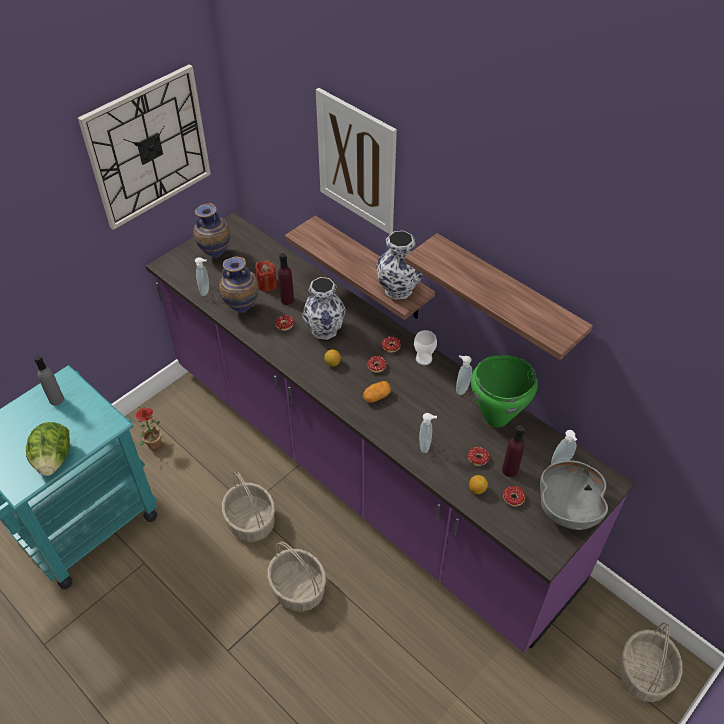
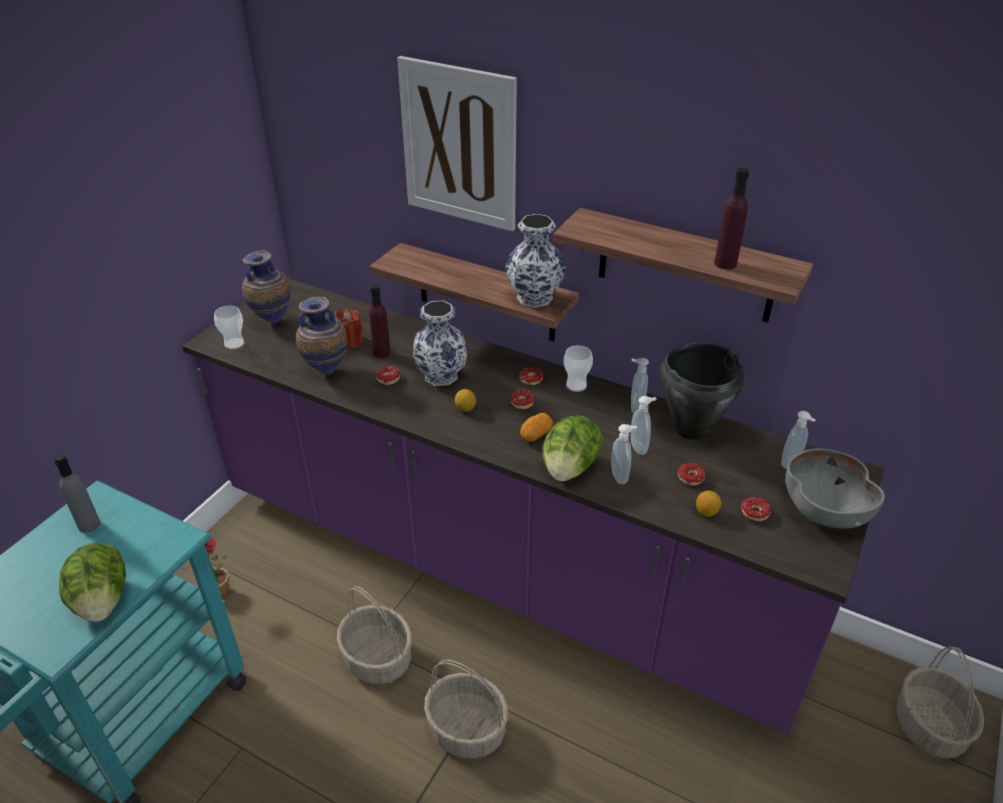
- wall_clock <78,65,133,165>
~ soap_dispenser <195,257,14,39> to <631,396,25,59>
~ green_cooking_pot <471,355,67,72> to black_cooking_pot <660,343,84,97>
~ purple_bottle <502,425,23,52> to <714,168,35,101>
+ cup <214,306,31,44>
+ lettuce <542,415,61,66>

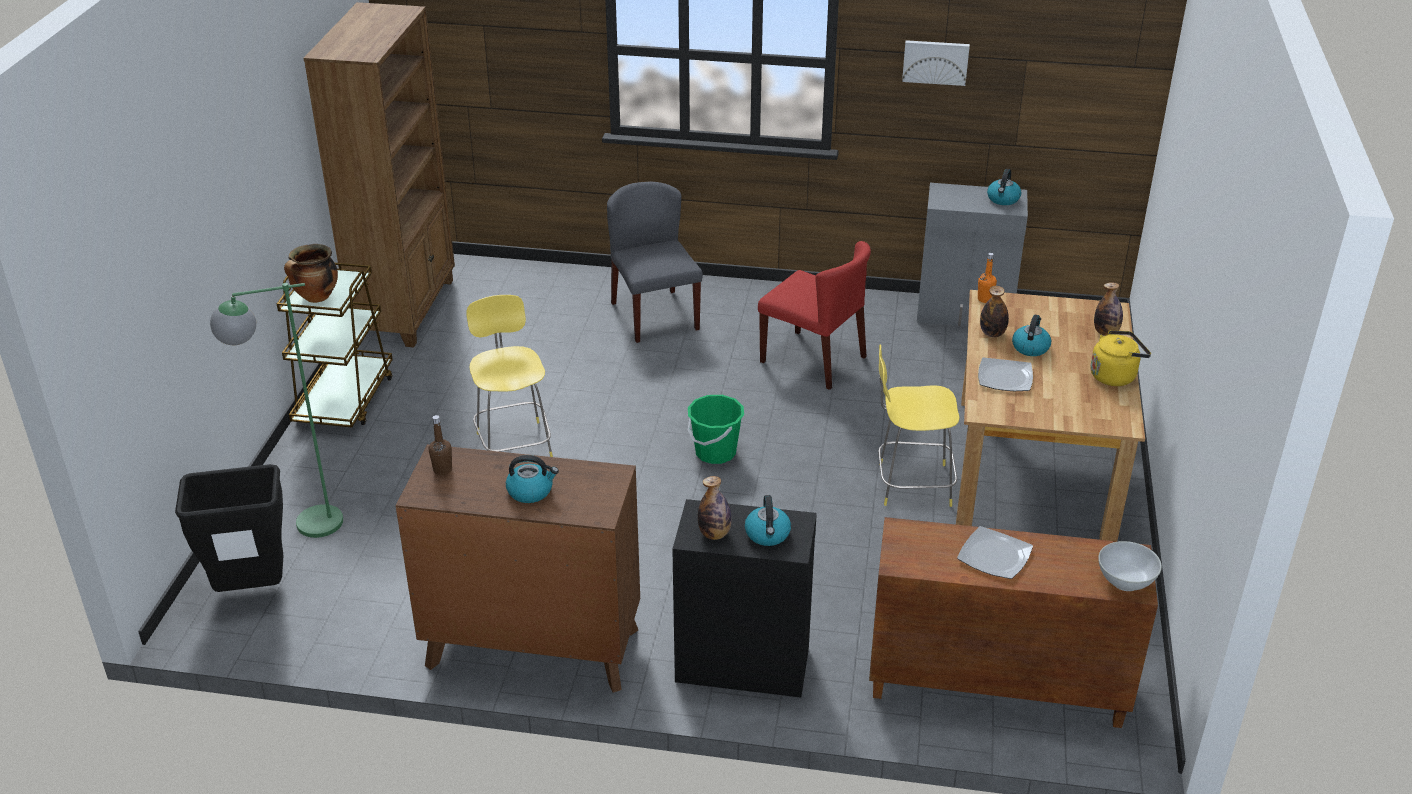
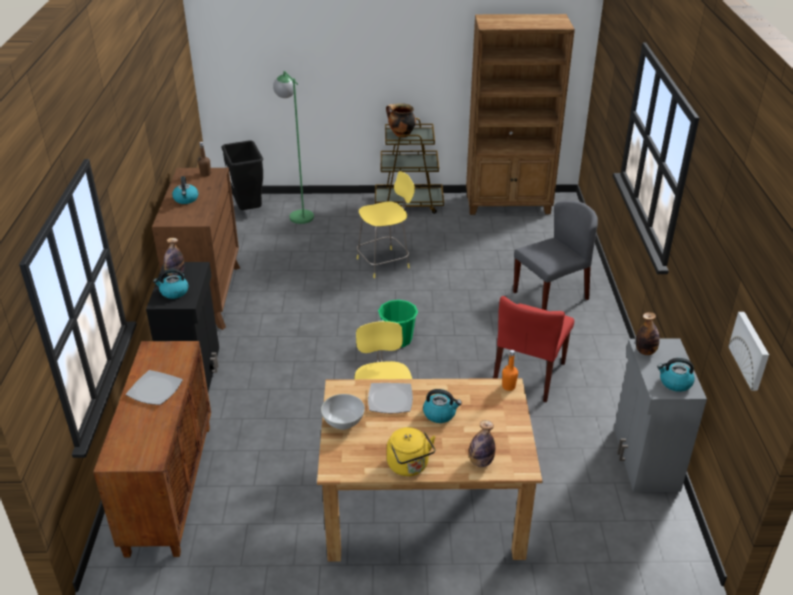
~ picture <902,40,68,46> to <728,312,41,79>
~ bottle <980,286,29,51> to <636,312,23,43>
~ white_bowl <1098,541,64,50> to <321,394,44,36>

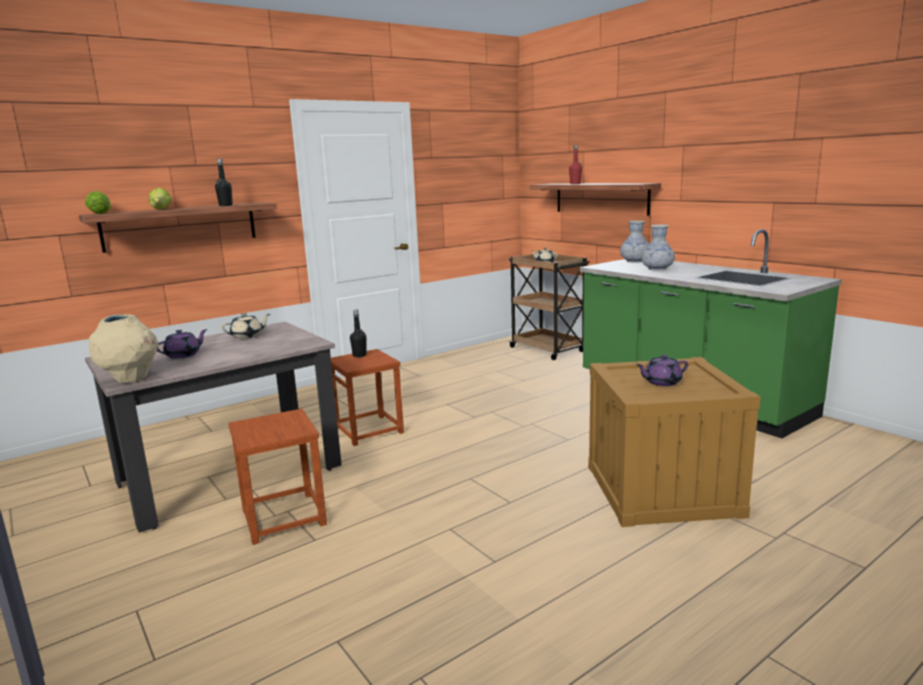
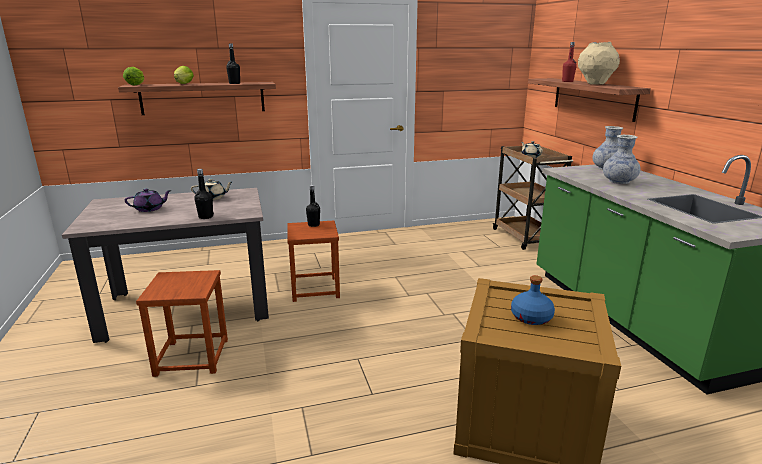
~ beige_vase <89,314,70,69> to <578,42,42,43>
~ purple_teapot <636,355,52,31> to blue_bottle <511,275,44,50>
+ black_bottle <194,169,20,50>

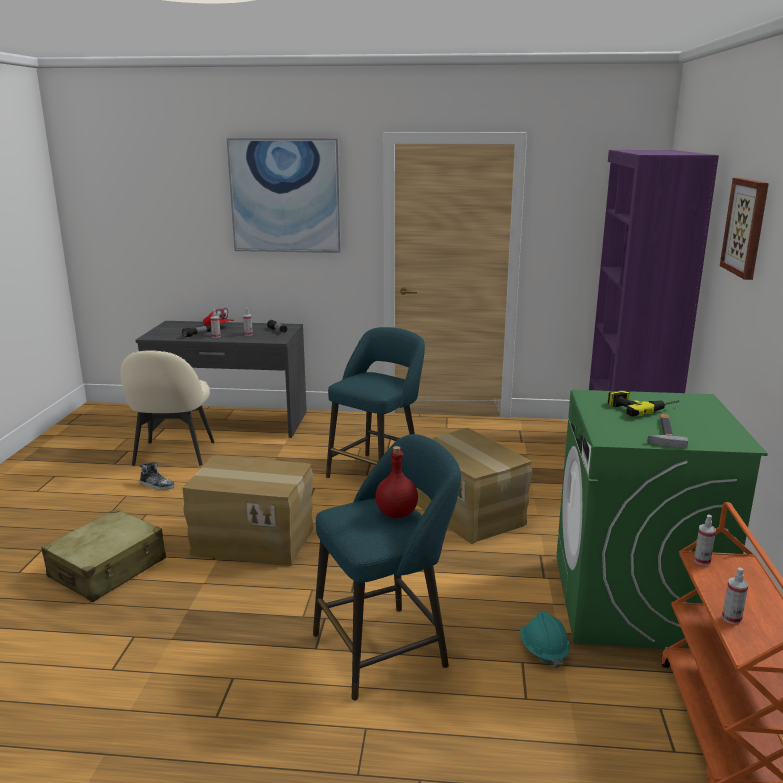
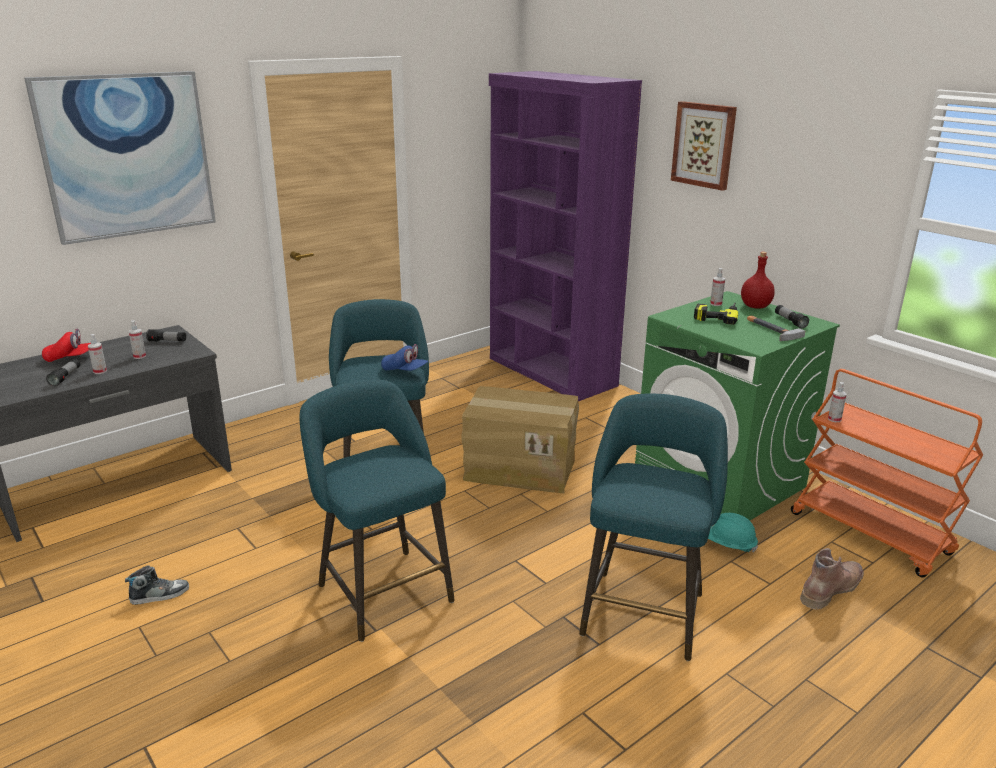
- beige_chair <121,350,94,116>
~ red_bottle <375,446,43,72> to <741,252,34,57>
~ cardboard_box <182,456,131,110> to turquoise_stool <299,380,156,262>
- beige_suitcase <41,509,125,93>
~ spray_bottle <722,567,26,57> to <710,268,15,38>
+ flashlight <775,305,34,24>
+ blue_cap <381,344,47,27>
+ brown_boot <800,548,64,62>

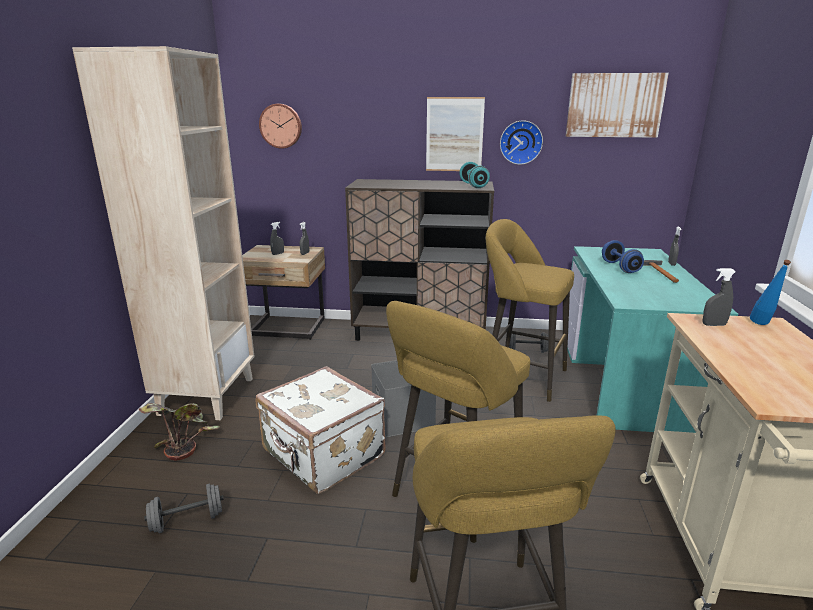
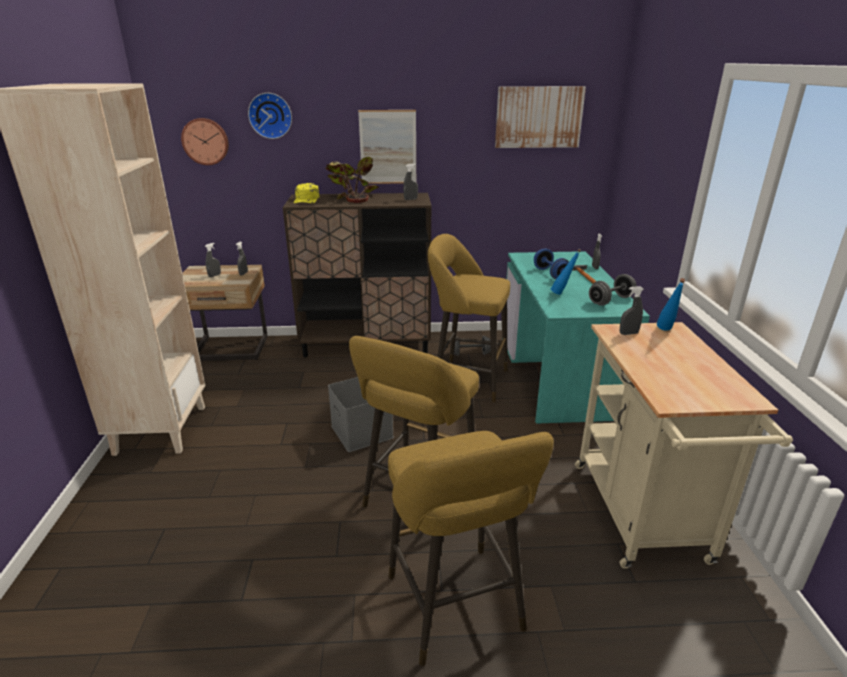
~ wall_clock <500,120,43,45> to <248,93,44,46>
~ turquoise_dumbbell <459,162,31,26> to grey_spray_bottle <403,164,15,36>
- white_suitcase <255,366,131,128>
~ potted_plant <139,403,81,58> to <325,156,54,47>
~ grey_dumbbell <144,483,80,50> to <589,274,48,32>
+ yellow_cap <294,183,25,20>
+ blue_bottle <551,249,30,46>

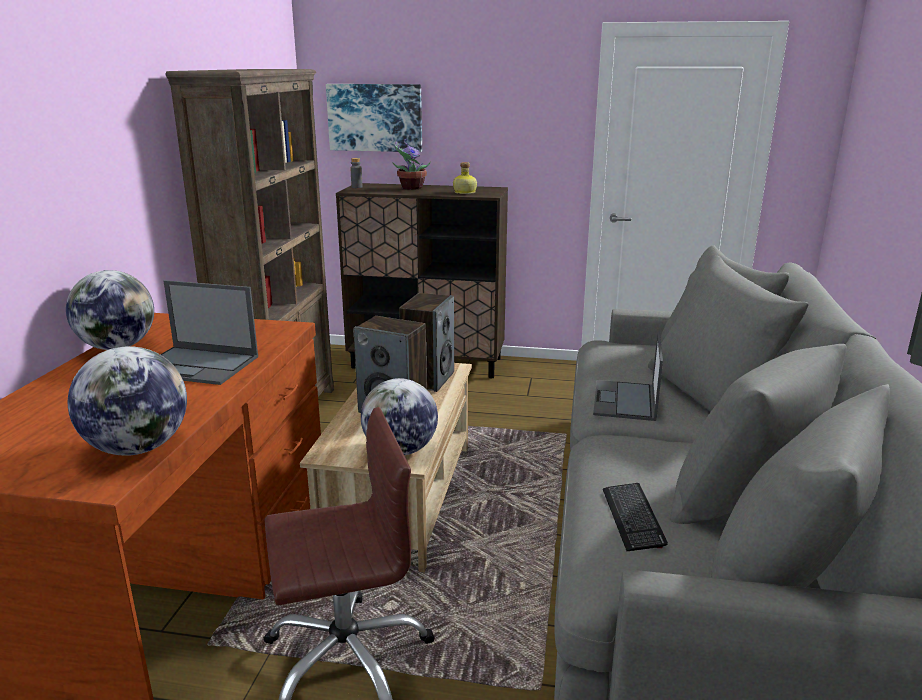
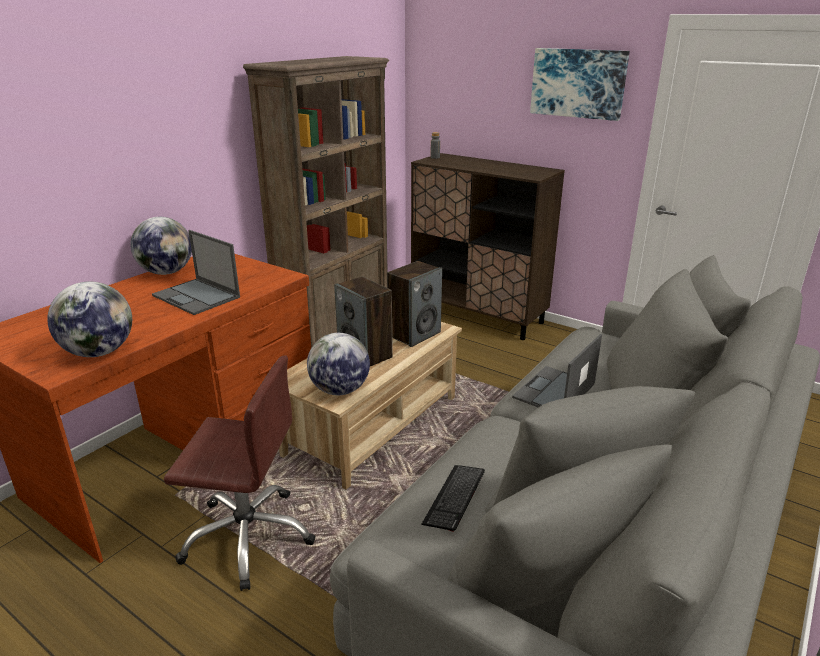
~ picture <326,84,96,68> to <530,48,100,73>
- potted_plant <392,139,39,51>
- bottle <453,162,24,32>

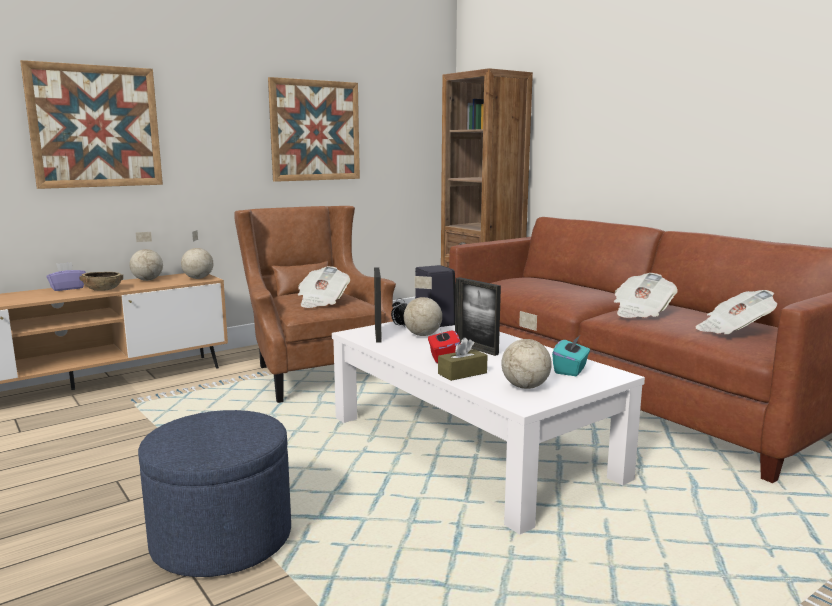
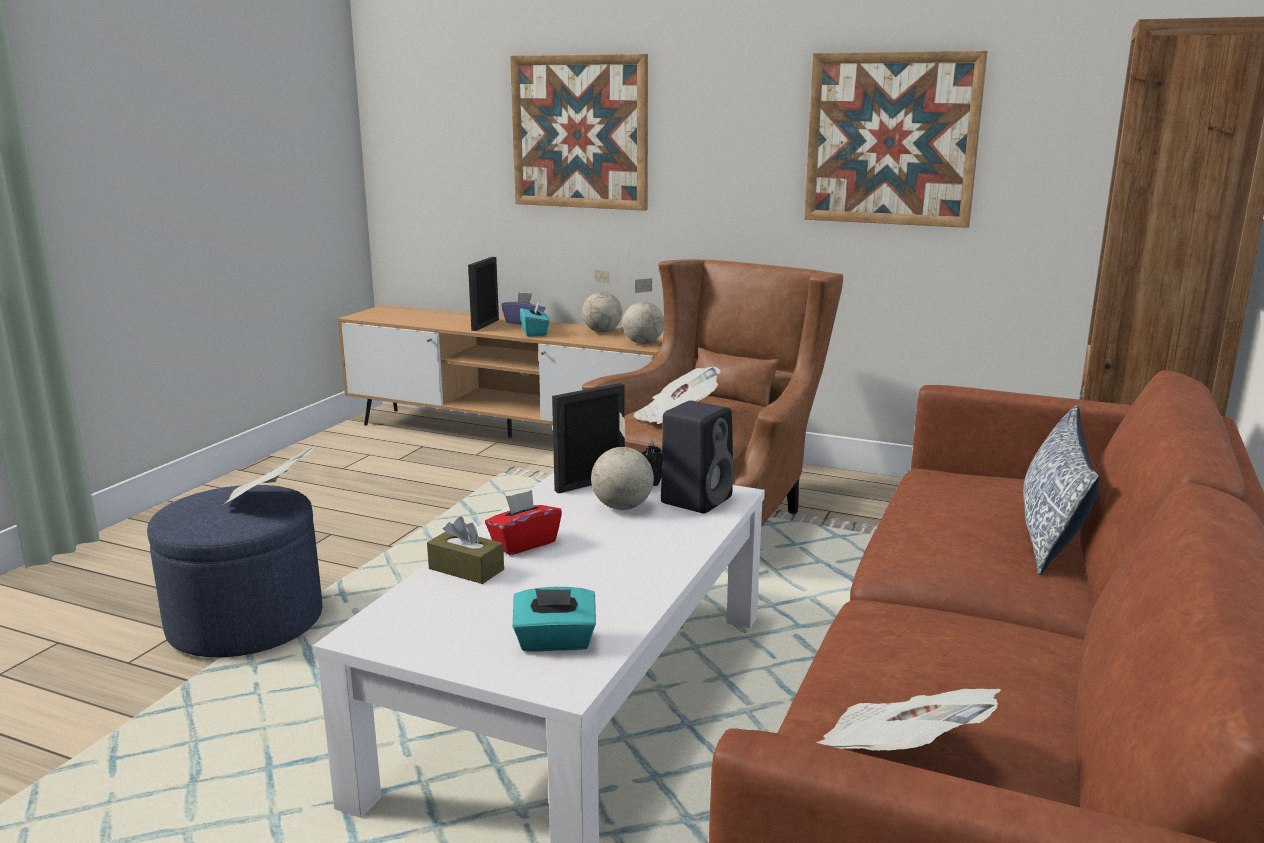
~ brown_bowl <79,272,44,19> to turquoise_tissue_box <520,301,30,35>
~ newspaper <614,273,64,45> to <221,445,93,61>
~ picture_frame <455,277,46,79> to <468,257,31,74>
- globe <501,311,51,78>
+ pillow <1023,405,77,170>

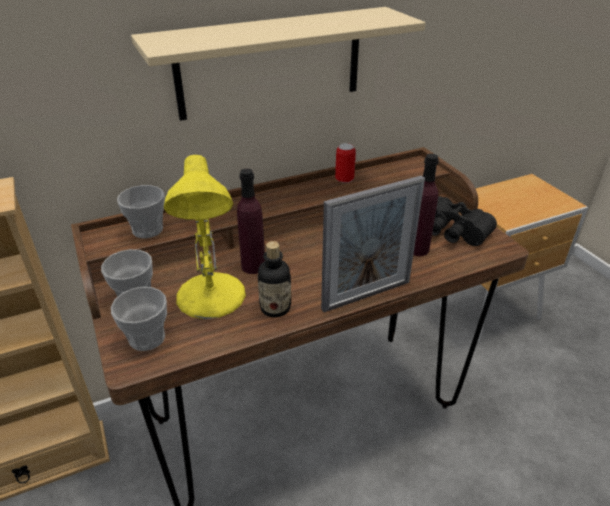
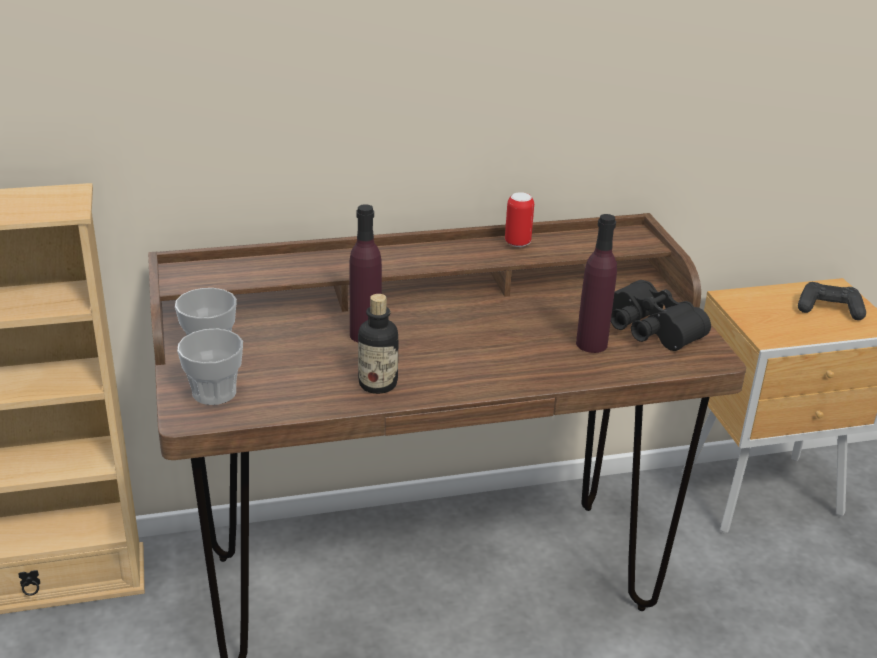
- beige_shelf <131,7,295,114>
- yellow_table_lamp <164,155,82,164>
- picture_frame <321,176,104,136>
- cup <117,185,48,53>
+ black_game_controller <798,282,68,38>

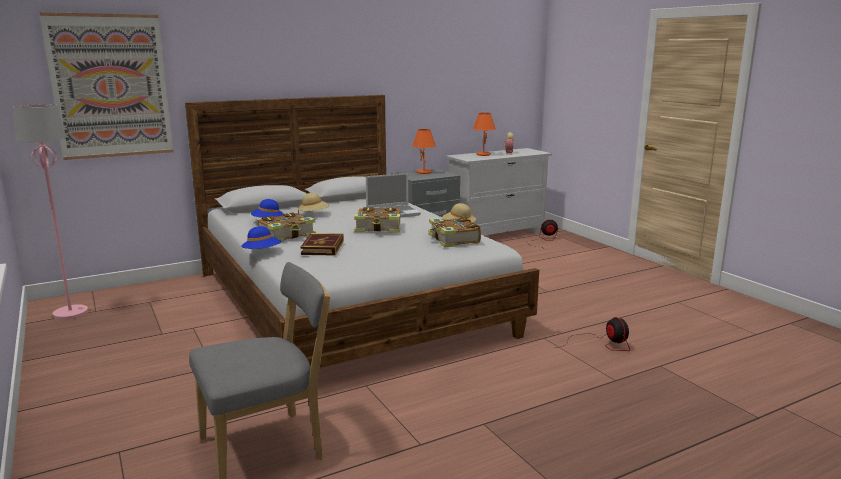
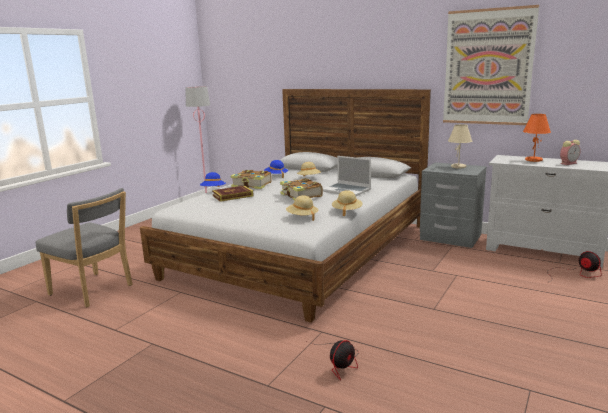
~ picture <39,12,134,148> to <443,5,96,120>
~ orange_table_lamp <412,129,24,45> to beige_table_lamp <448,124,24,45>
~ book <428,217,53,31> to beige_hat <286,195,33,26>

